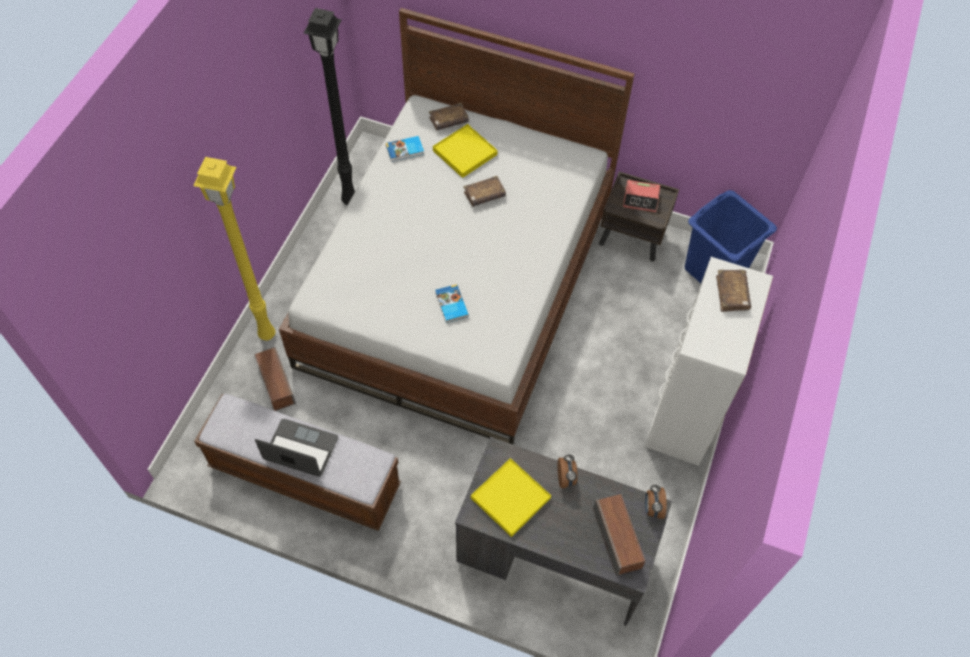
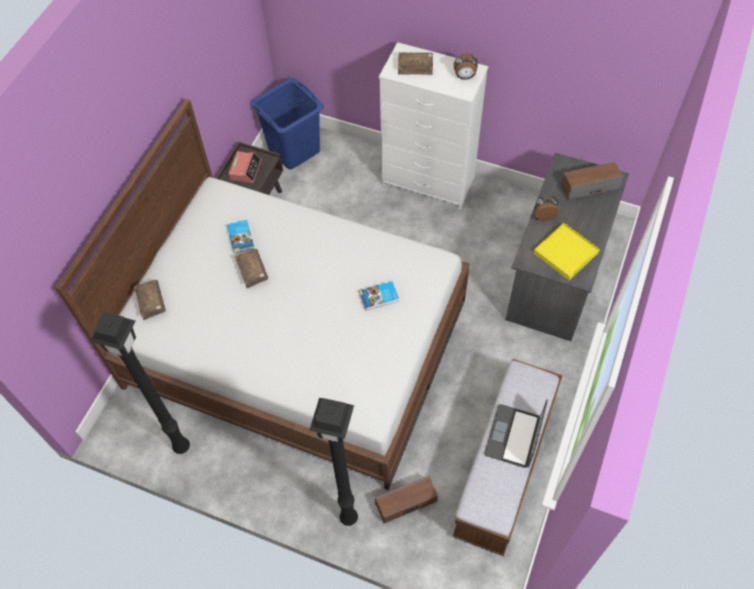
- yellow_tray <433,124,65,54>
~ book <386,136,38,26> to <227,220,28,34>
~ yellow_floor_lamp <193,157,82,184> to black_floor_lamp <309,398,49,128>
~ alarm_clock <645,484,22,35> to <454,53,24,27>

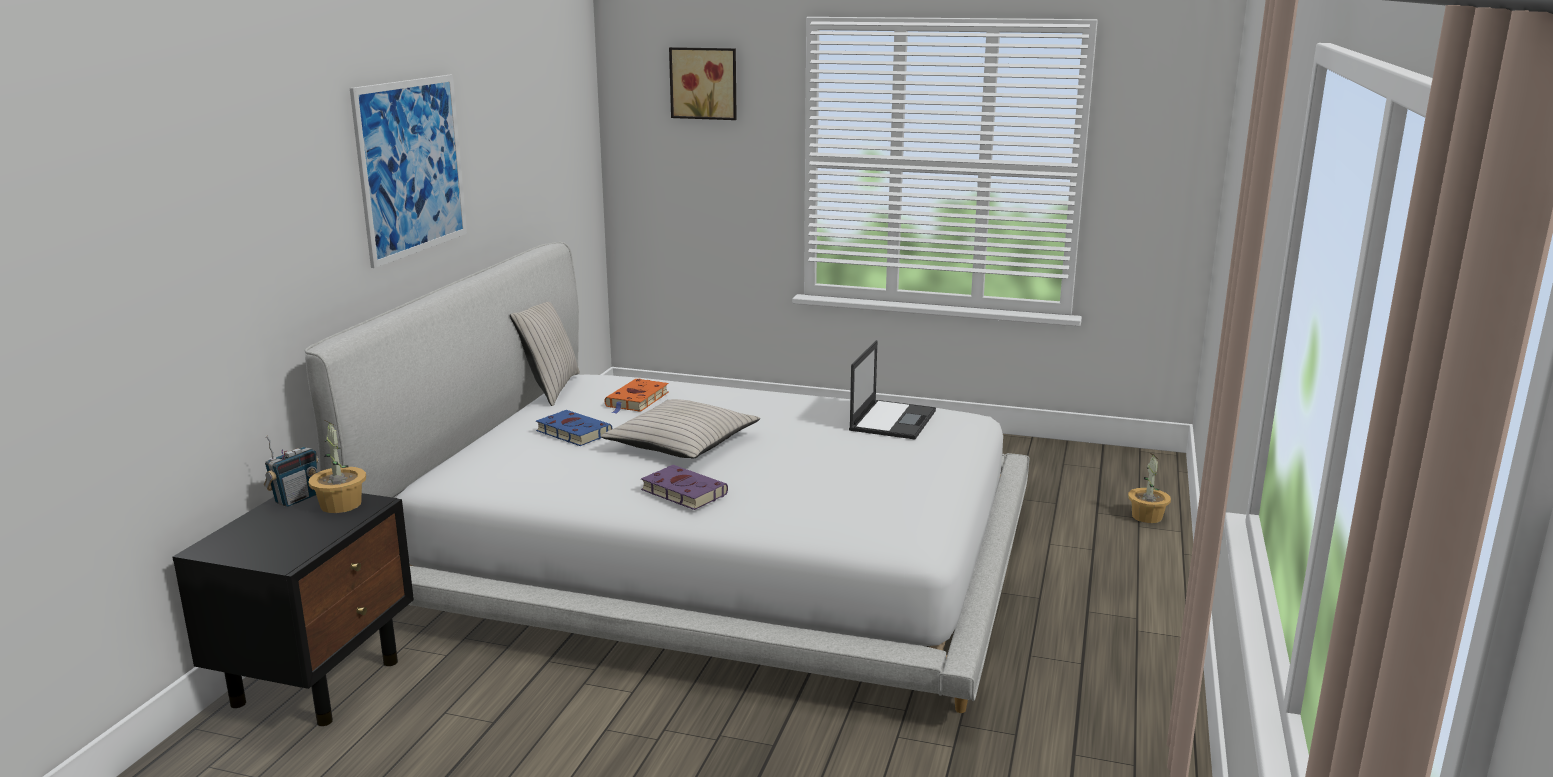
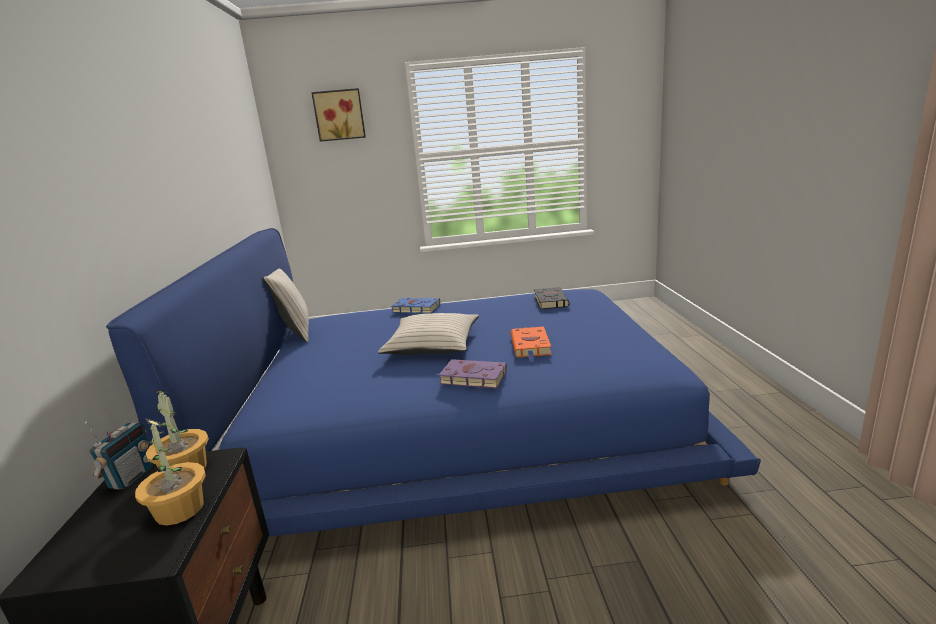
- picture <350,75,117,193>
~ white_bed <304,242,725,471> to blue_bed <106,228,655,309>
~ laptop <849,340,87,99> to black_book <534,287,35,22>
~ orange_book <604,379,65,35> to <511,327,41,35>
~ blue_book <536,410,76,36> to <391,298,49,16>
~ potted_plant <1128,452,43,71> to <135,419,71,106>

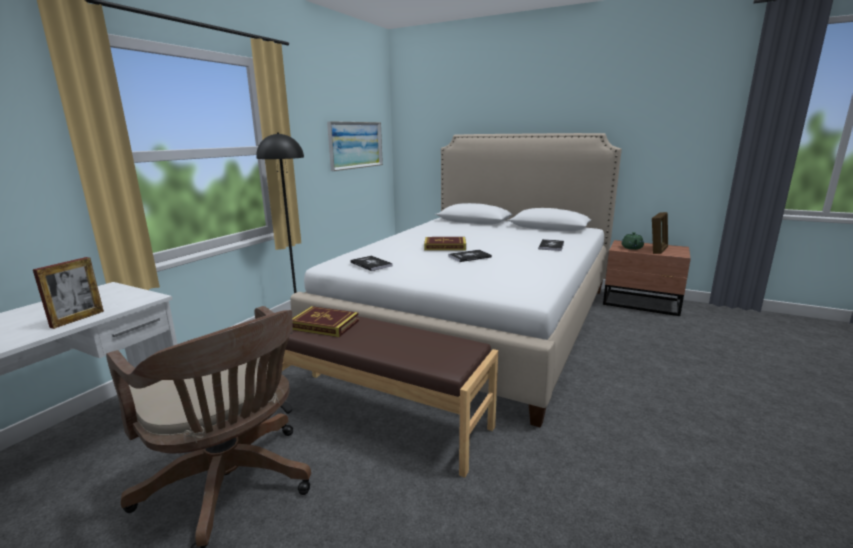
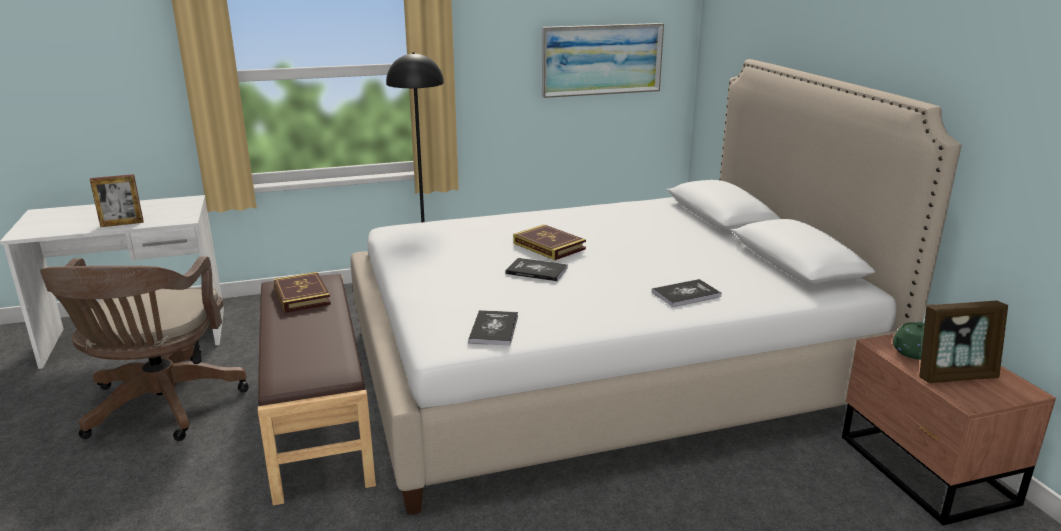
~ book <350,256,43,15> to <468,310,50,36>

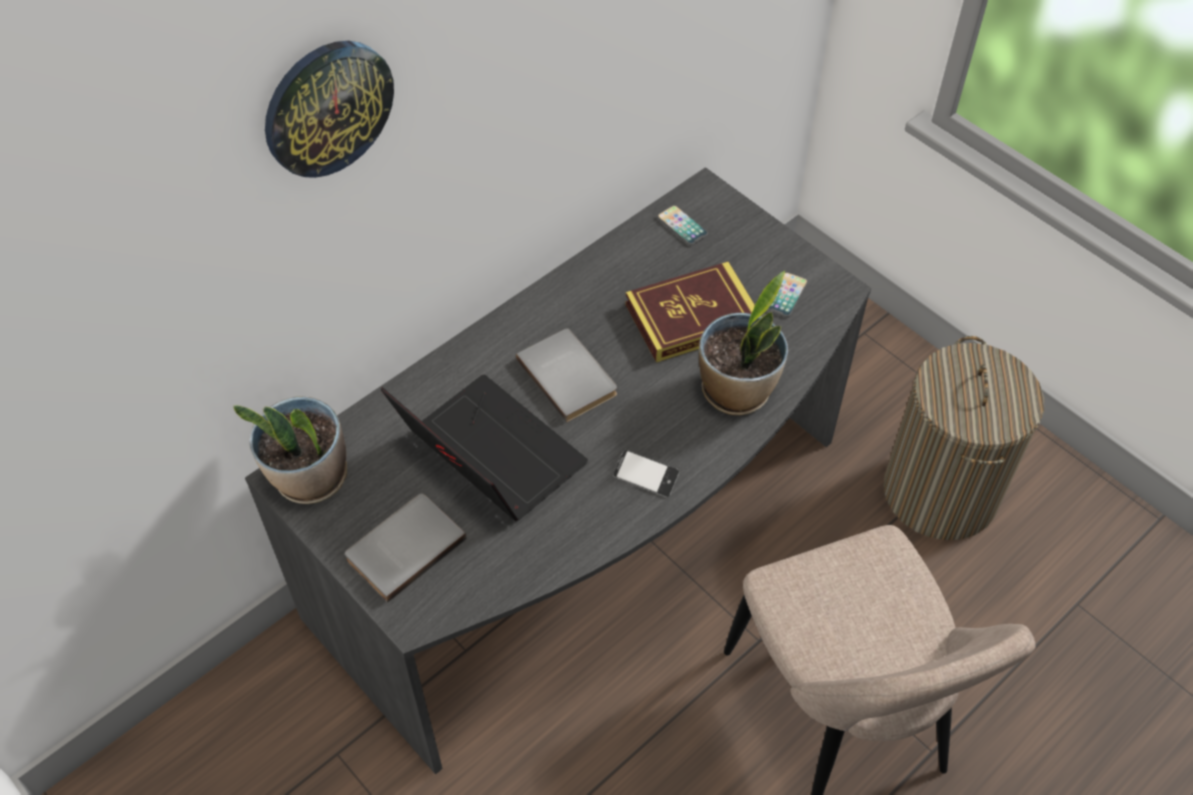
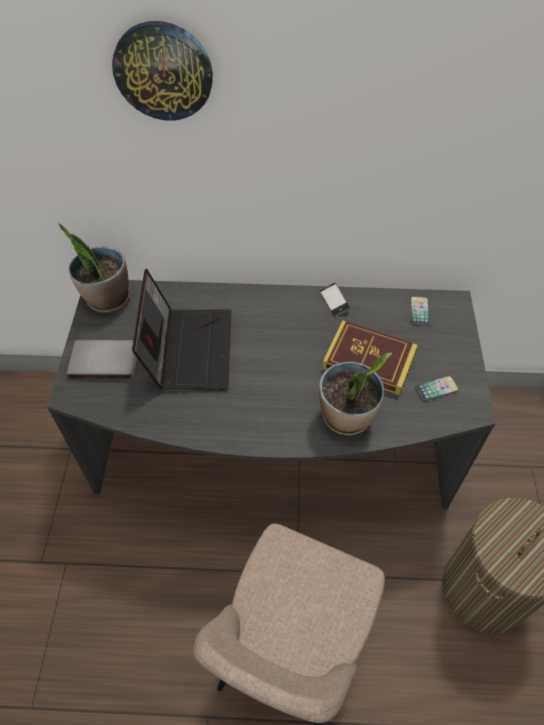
- grey_book <516,328,101,95>
~ phone <613,450,67,47> to <320,283,30,34>

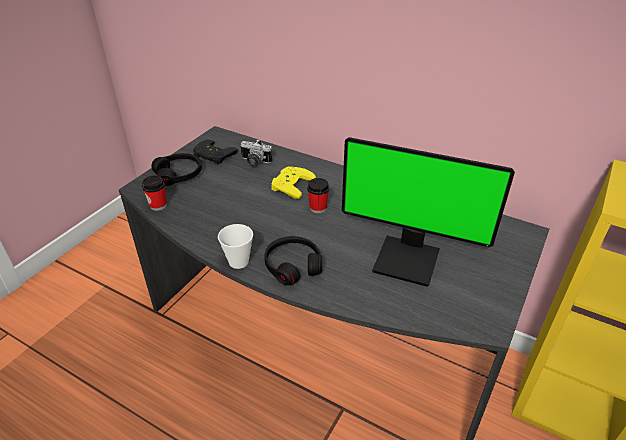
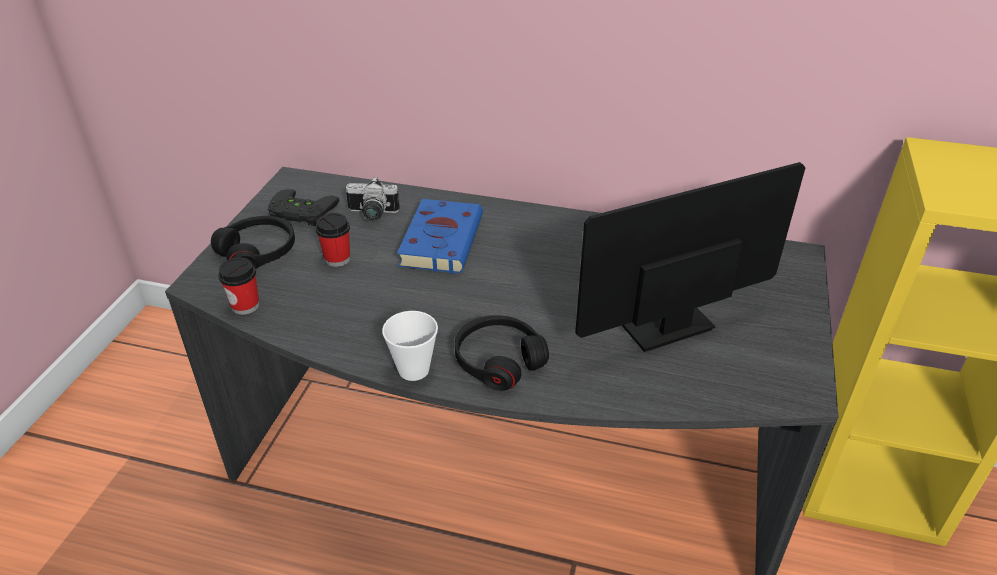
~ monitor <342,137,173,150> = <575,162,231,190> 150 degrees clockwise
~ yellow_game_controller <271,166,45,33> to blue_book <397,199,86,75>
~ cup <307,178,22,36> to <316,213,34,54>

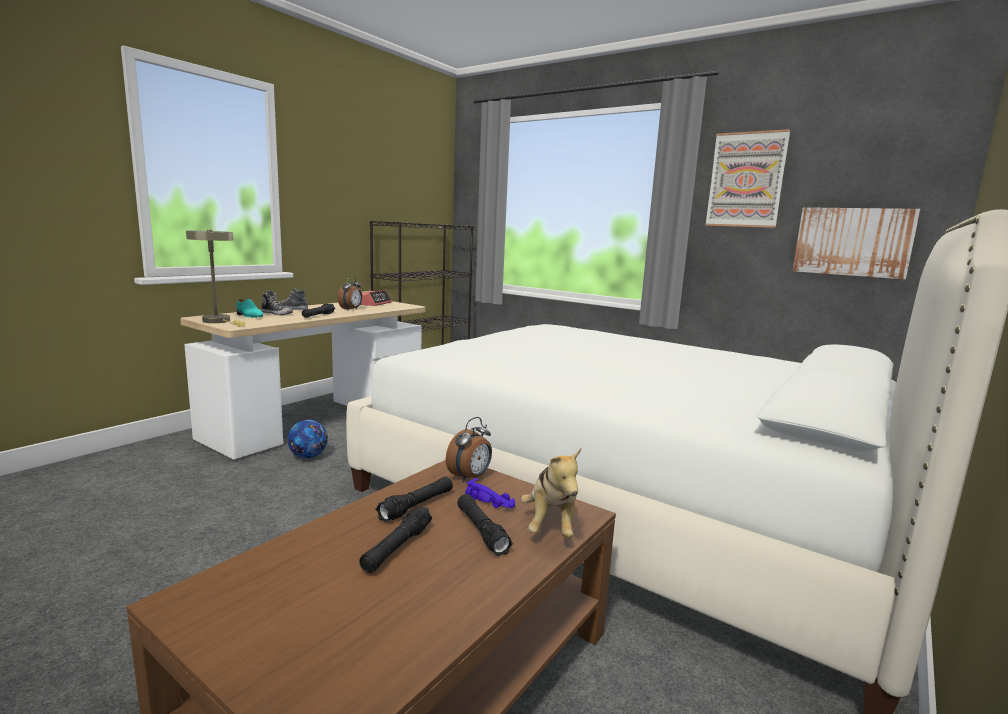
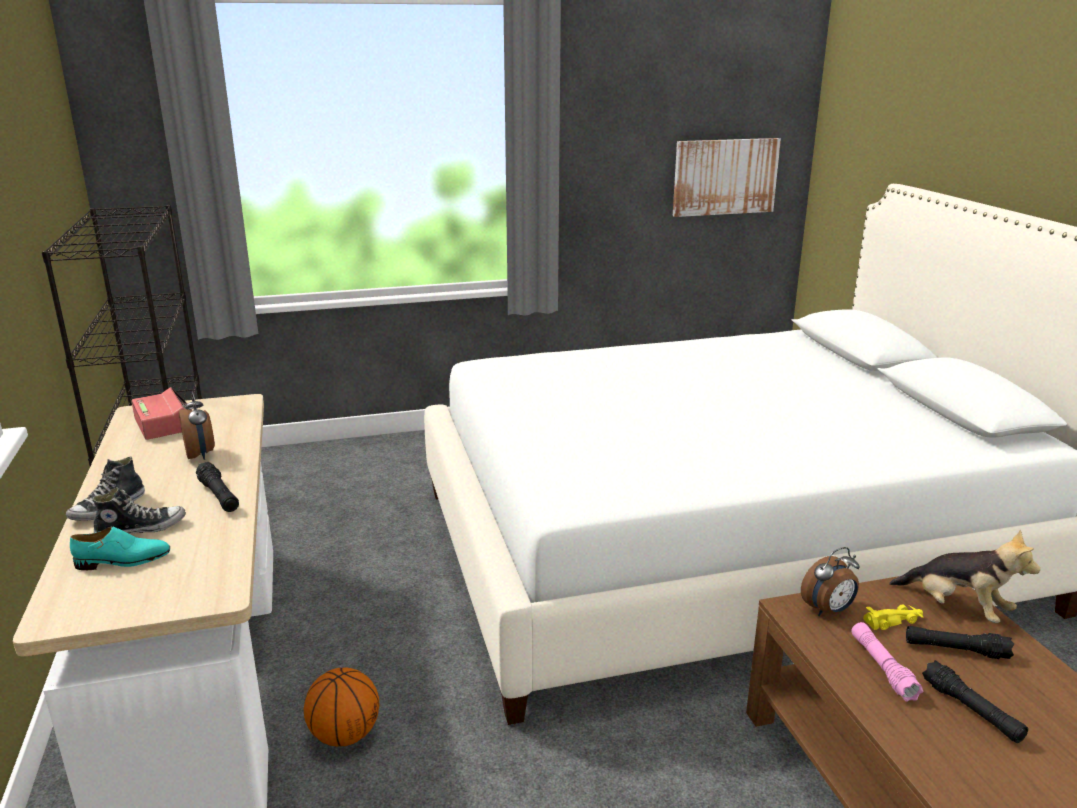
- picture <705,129,85,99>
- beige_table_lamp <186,230,59,97>
~ alarm_clock <446,417,46,65> = <801,547,59,69> 75 degrees clockwise
~ football <287,420,41,38> to basketball <304,667,75,80>
~ black_flashlight <376,477,77,45> to pink_flashlight <851,622,73,80>
~ purple_toy_car <465,478,51,30> to yellow_toy_car <863,604,61,26>

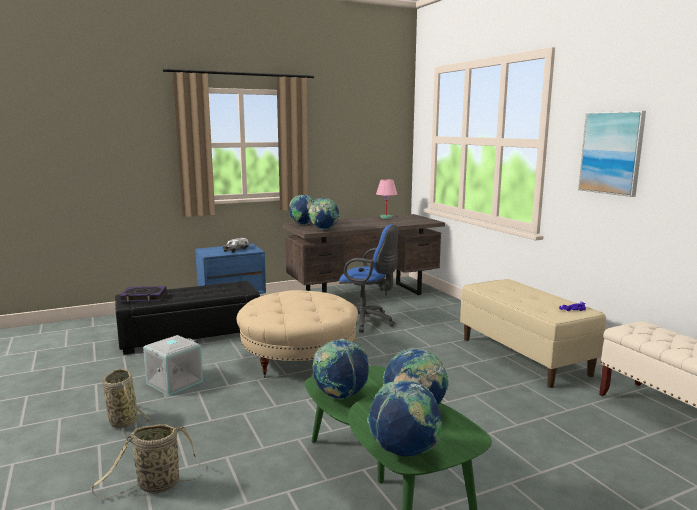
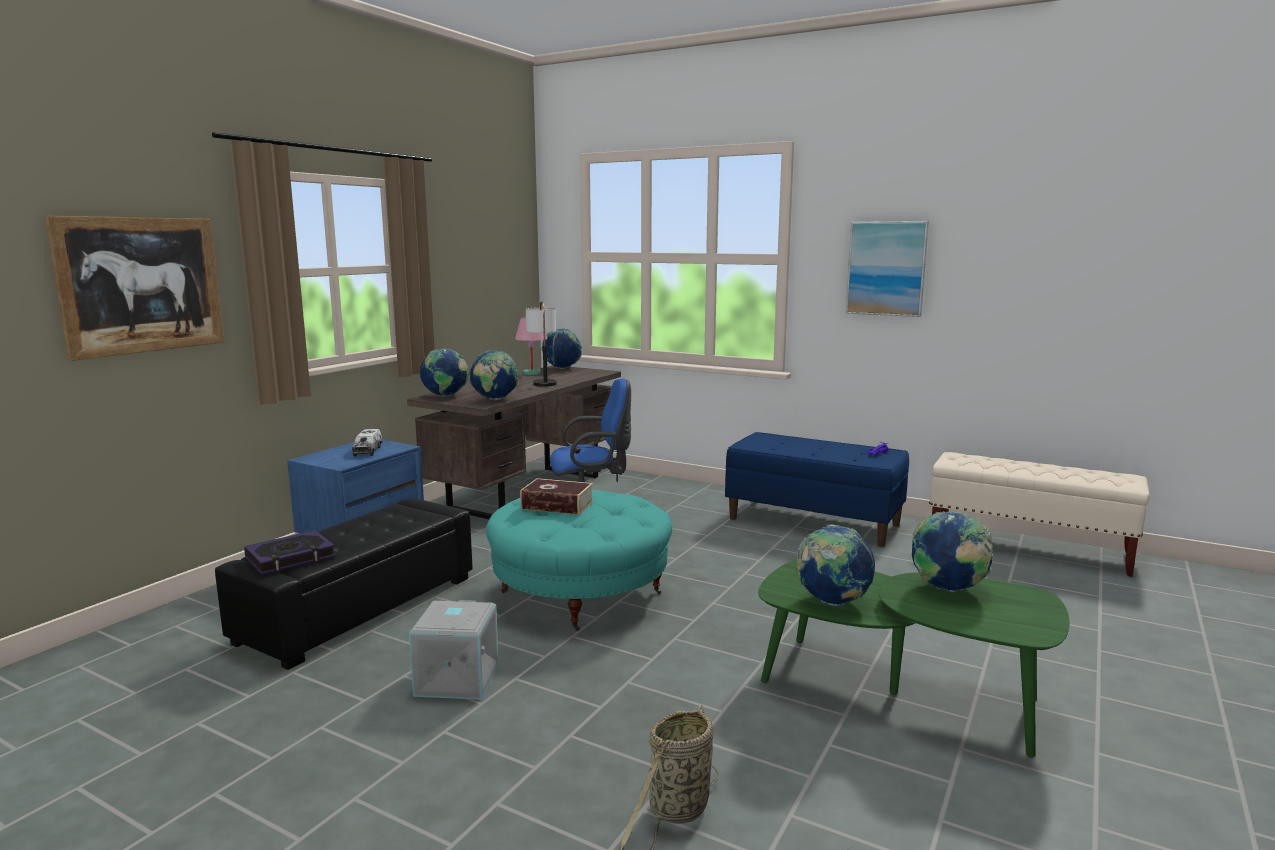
~ beige_bench <460,279,146,109> to blue_bench <725,432,184,115>
~ beige_ottoman <237,290,121,88> to turquoise_ottoman <486,490,186,141>
- basket <102,369,49,66>
~ globe <367,380,75,77> to <541,328,41,41>
+ picture <45,216,180,145>
+ table_lamp <526,301,31,86>
+ book <520,478,73,37>

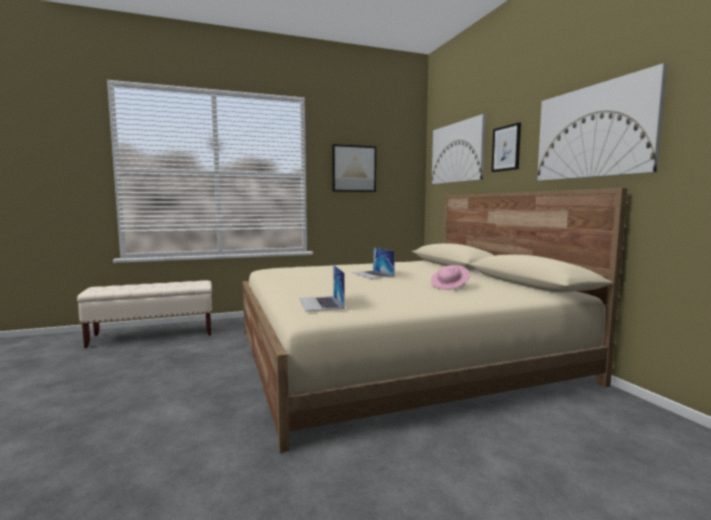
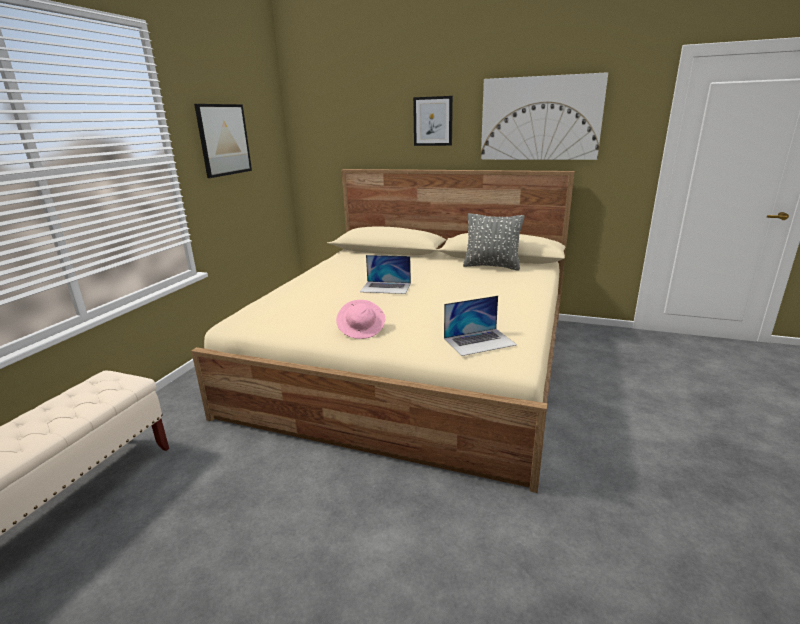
- picture <432,114,54,70>
~ laptop <299,265,46,46> = <444,296,73,60> 45 degrees counterclockwise
~ pink_hat <431,265,39,25> to <336,300,49,39>
+ grey_pillow <463,213,61,58>

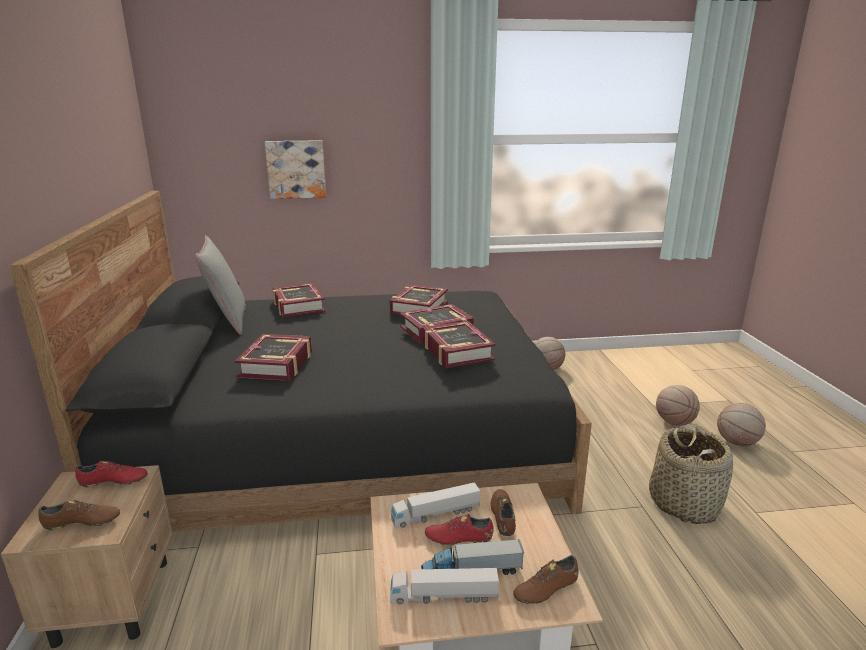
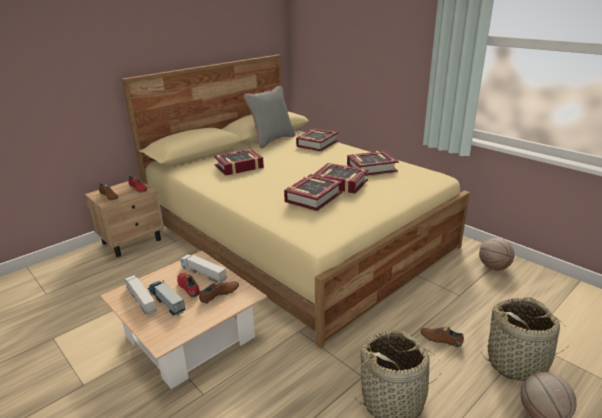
- picture <265,140,61,59>
~ black_bed <9,191,583,341> to beige_bed <121,55,349,293>
~ basketball <656,385,44,41> to basket <481,297,88,84>
~ brown_shoe <513,555,66,49> to <420,327,44,21>

